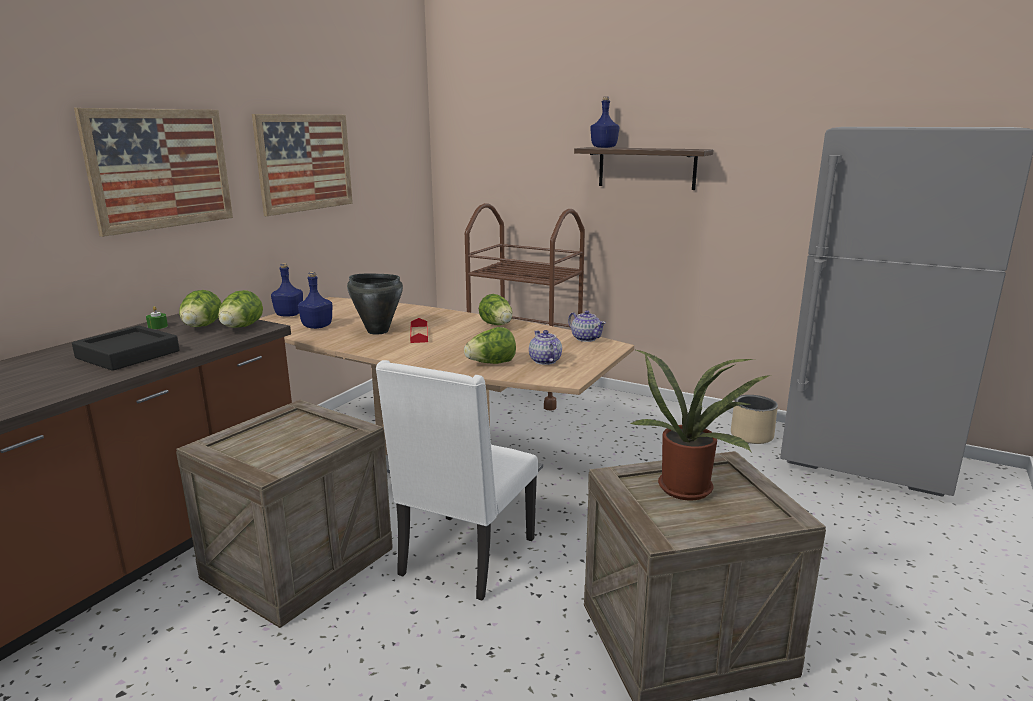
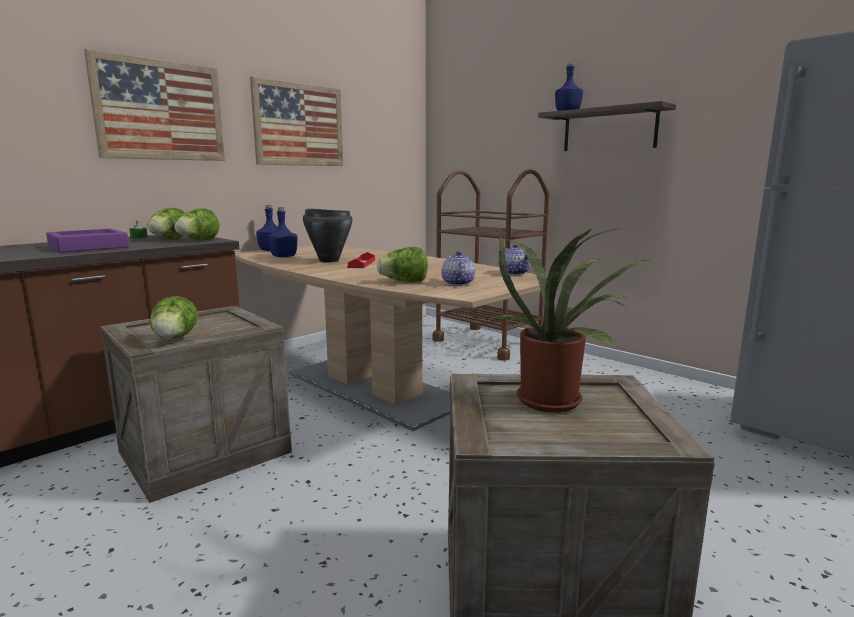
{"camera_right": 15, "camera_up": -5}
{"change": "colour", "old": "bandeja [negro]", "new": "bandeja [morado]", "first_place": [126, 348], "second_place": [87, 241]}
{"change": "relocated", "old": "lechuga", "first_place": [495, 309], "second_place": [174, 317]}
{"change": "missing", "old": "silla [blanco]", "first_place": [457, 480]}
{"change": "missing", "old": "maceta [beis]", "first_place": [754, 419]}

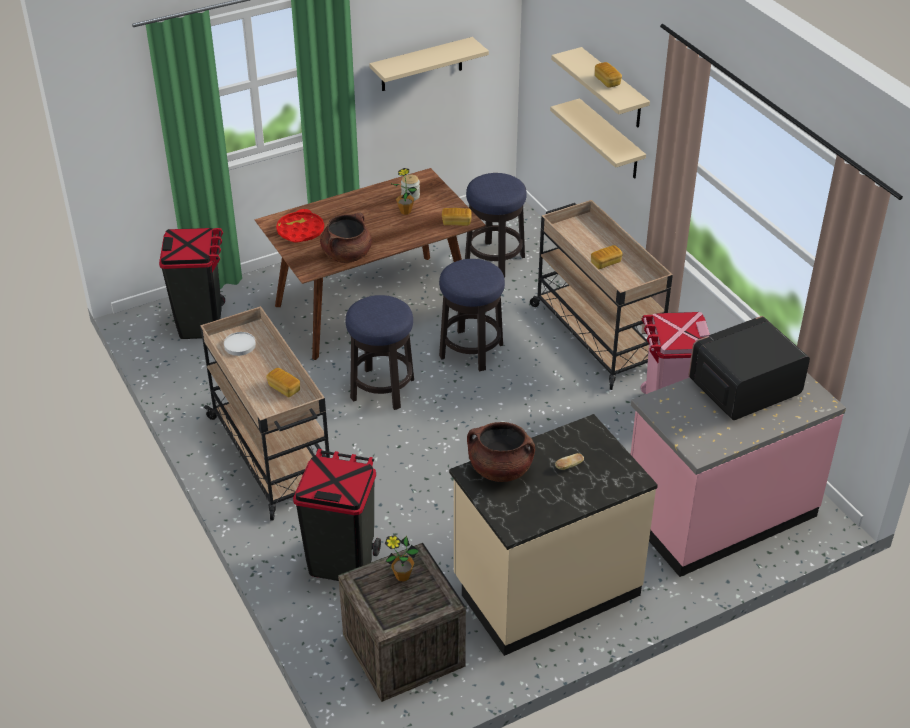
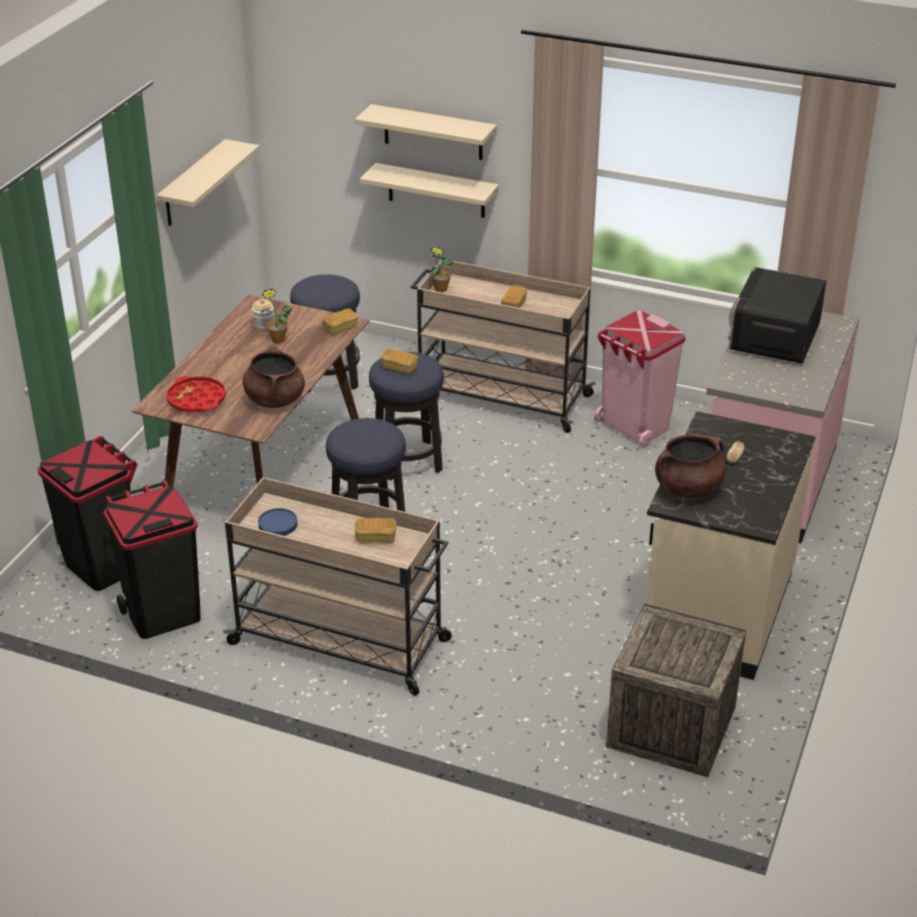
{"camera_right": -40, "camera_up": -5}
{"change": "relocated", "old": "papelera [negro]", "first_place": [337, 515], "second_place": [152, 559]}
{"change": "colour", "old": "plato [blanco]", "new": "plato [azul]", "first_place": [240, 344], "second_place": [277, 522]}
{"change": "relocated", "old": "pan", "first_place": [608, 75], "second_place": [399, 361]}
{"change": "relocated", "old": "planta en maceta", "first_place": [402, 558], "second_place": [442, 270]}

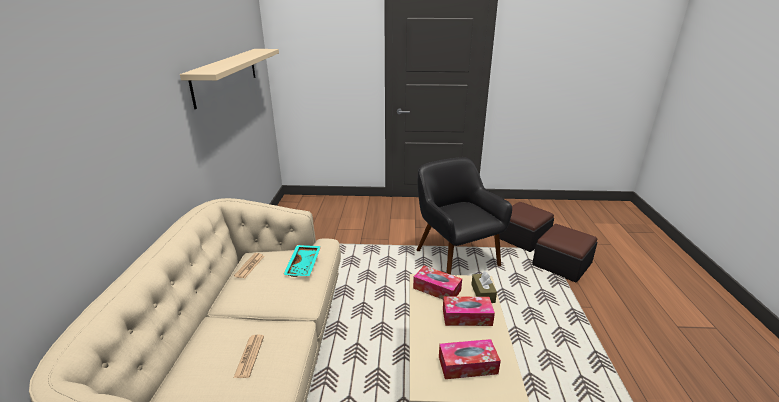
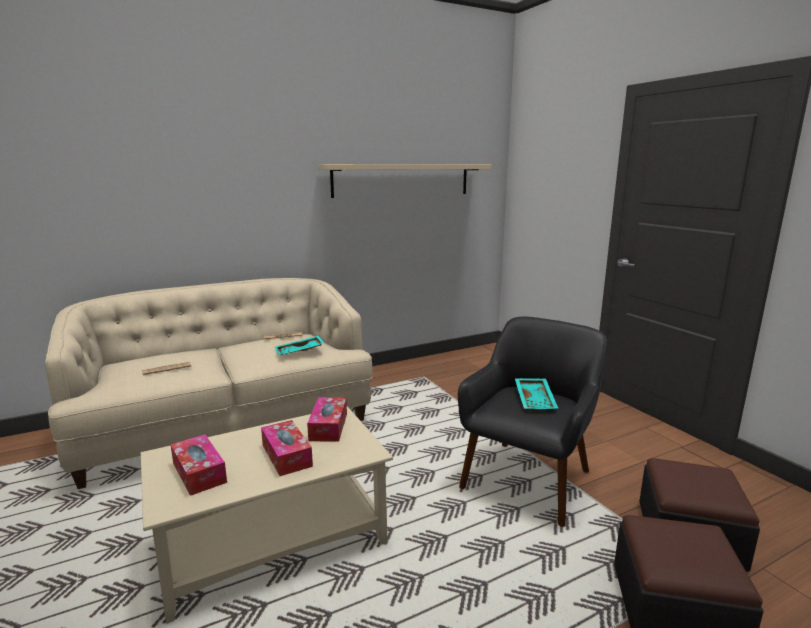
{"camera_right": 60, "camera_up": -10}
{"change": "appeared", "new": "bandeja [turquesa]", "second_place": [536, 395]}
{"change": "missing", "old": "caja de pañuelos [marrón]", "first_place": [484, 287]}

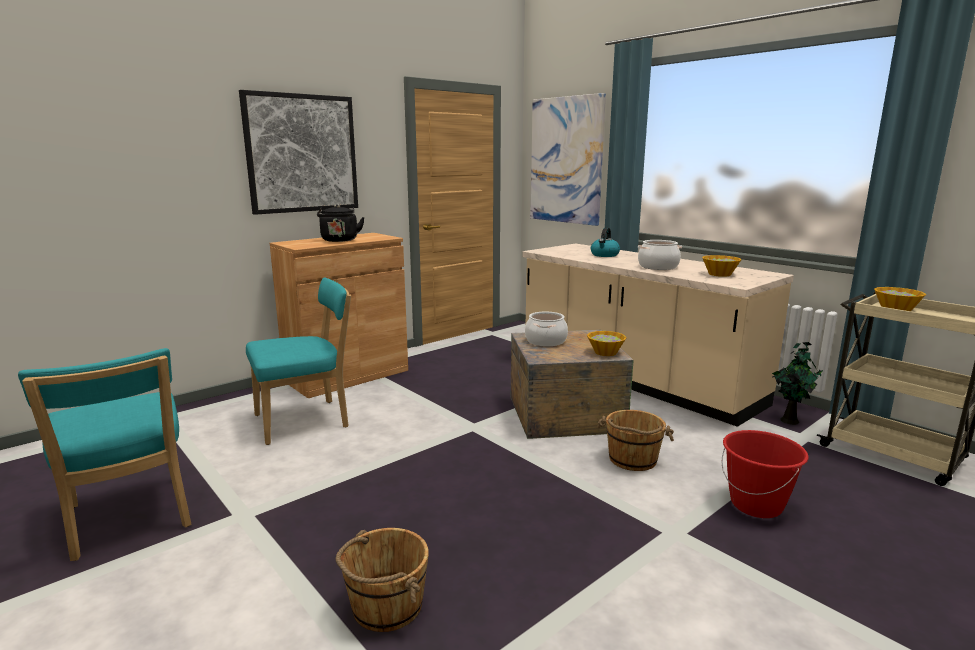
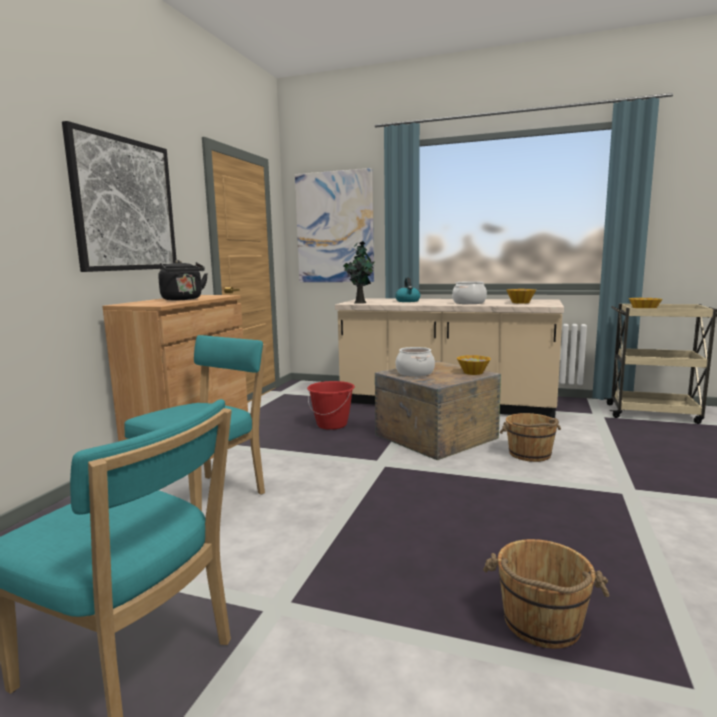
{"camera_right": -30, "camera_up": -5}
{"change": "relocated", "old": "cubo [rojo]", "first_place": [765, 474], "second_place": [331, 405]}
{"change": "relocated", "old": "planta en maceta", "first_place": [797, 383], "second_place": [359, 272]}

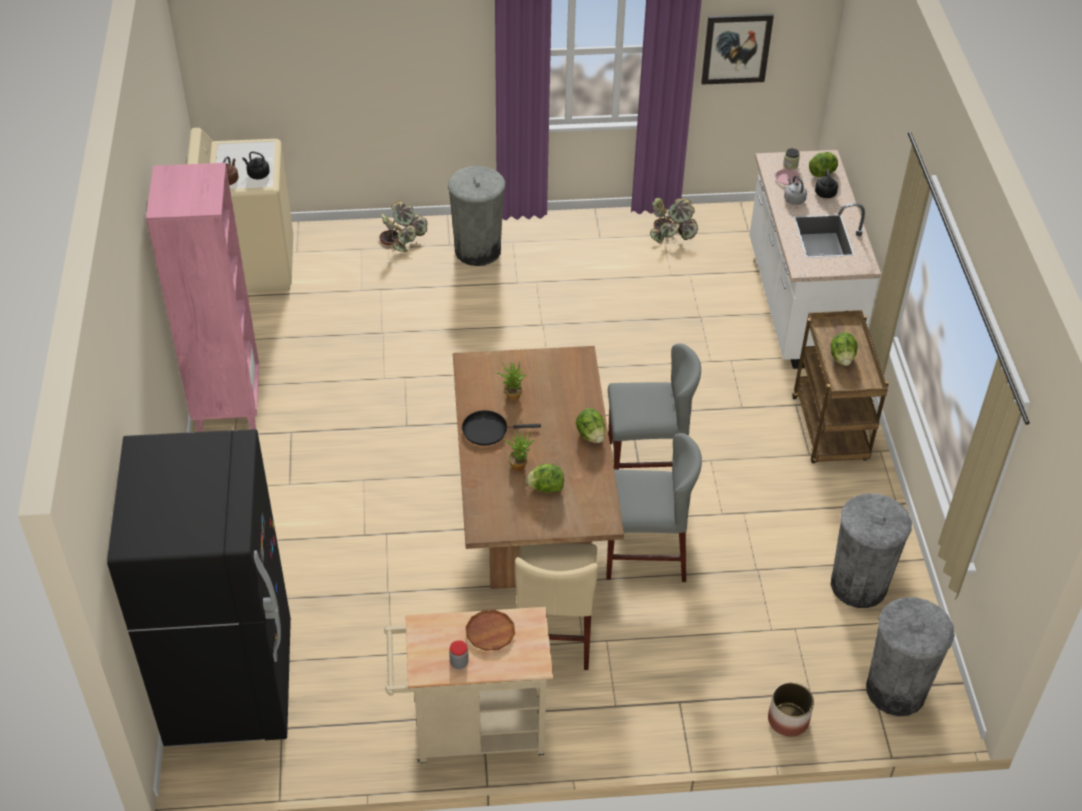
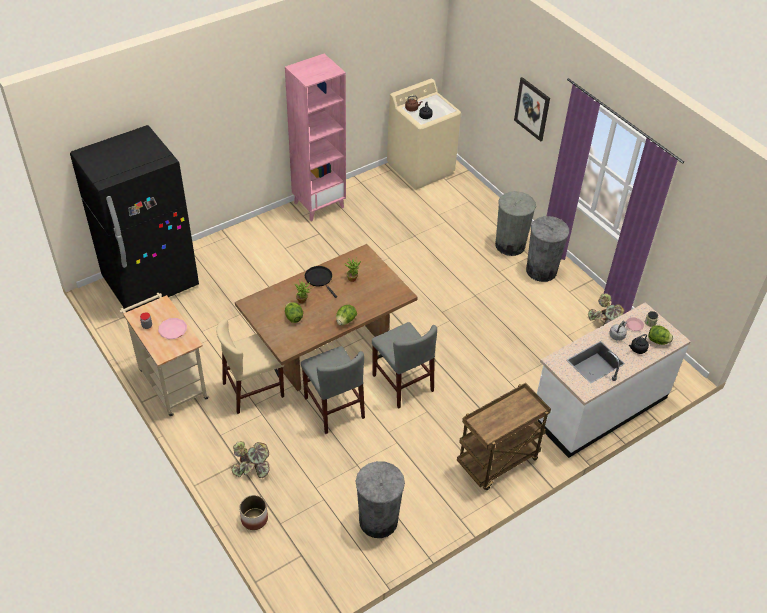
{"camera_right": 60, "camera_up": 0}
{"change": "colour", "old": "plato [marrón]", "new": "plato [rosa]", "first_place": [490, 630], "second_place": [172, 328]}
{"change": "relocated", "old": "planta en maceta", "first_place": [403, 226], "second_place": [251, 459]}
{"change": "relocated", "old": "cuadro", "first_place": [737, 49], "second_place": [532, 109]}
{"change": "relocated", "old": "papelera [gris]", "first_place": [910, 656], "second_place": [547, 249]}
{"change": "missing", "old": "lechuga", "first_place": [844, 349]}

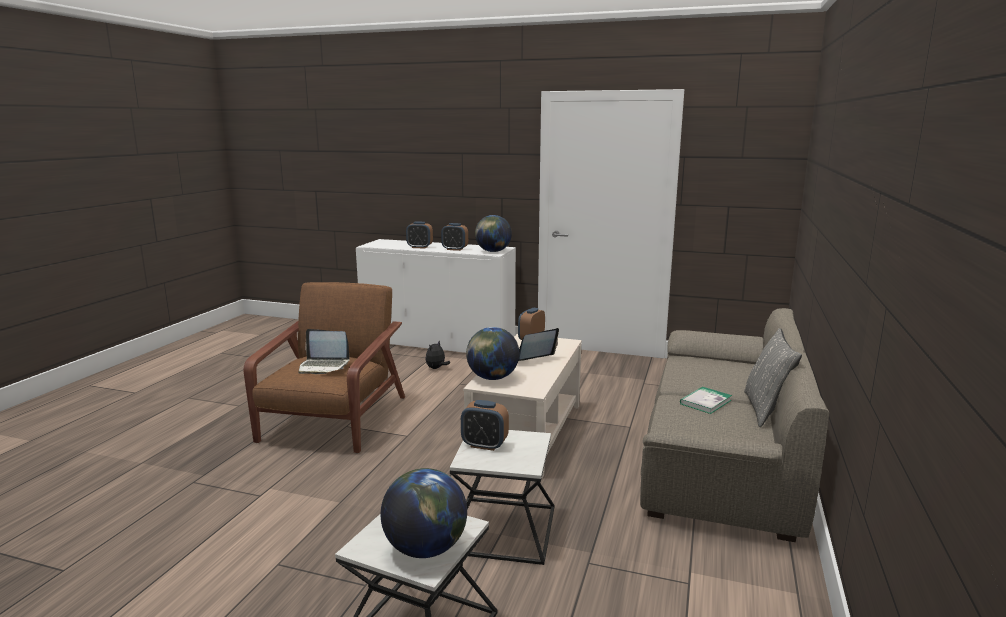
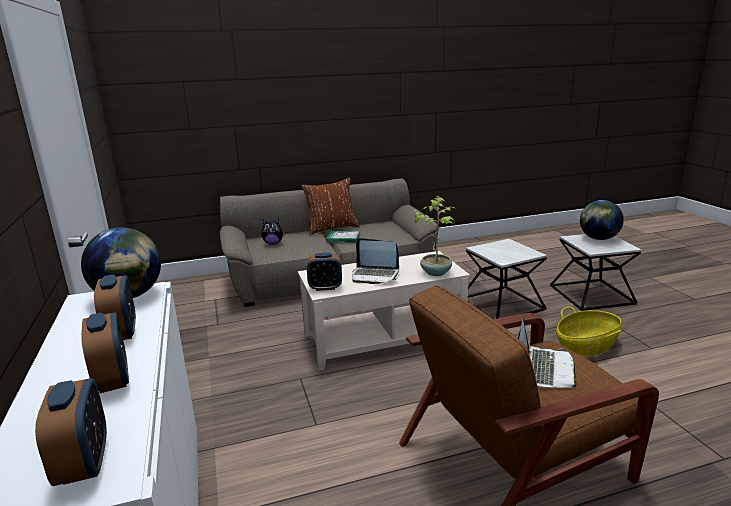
{"camera_right": -125, "camera_up": 5}
{"change": "relocated", "old": "despertador", "first_place": [485, 425], "second_place": [71, 432]}
{"change": "relocated", "old": "peluche", "first_place": [437, 355], "second_place": [273, 232]}
{"change": "colour", "old": "cojín [gris]", "new": "cojín [marrón]", "first_place": [773, 377], "second_place": [330, 206]}
{"change": "exchanged", "old": "globo terráqueo", "new": "planta en maceta", "first_place": [492, 353], "second_place": [433, 236]}
{"change": "spun", "old": "portátil", "first_place": [324, 351], "second_place": [547, 353], "degrees": 45}
{"change": "appeared", "new": "cesta", "second_place": [589, 331]}

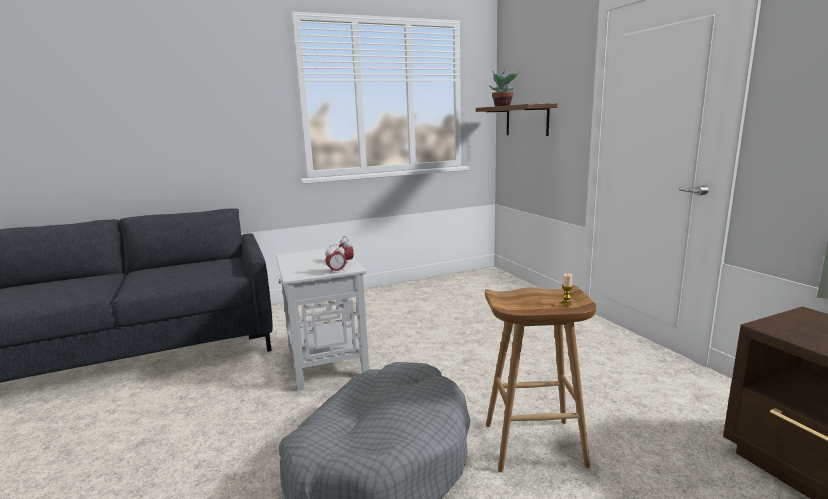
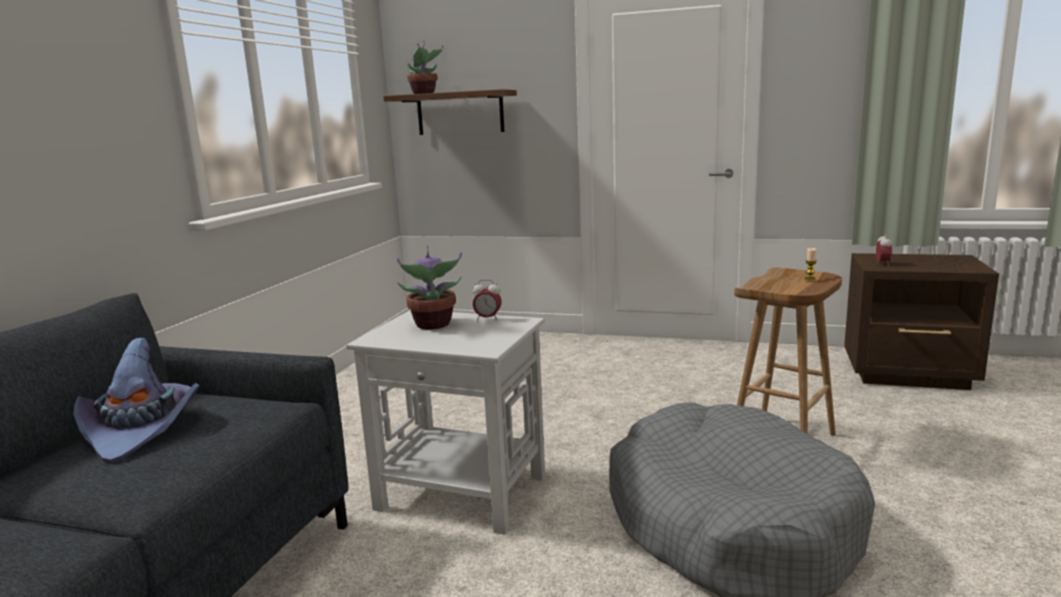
{"camera_right": -50, "camera_up": 0}
{"change": "appeared", "new": "sombrero [morado]", "second_place": [136, 401]}
{"change": "appeared", "new": "planta en maceta", "second_place": [429, 287]}
{"change": "relocated", "old": "despertador", "first_place": [335, 259], "second_place": [884, 249]}

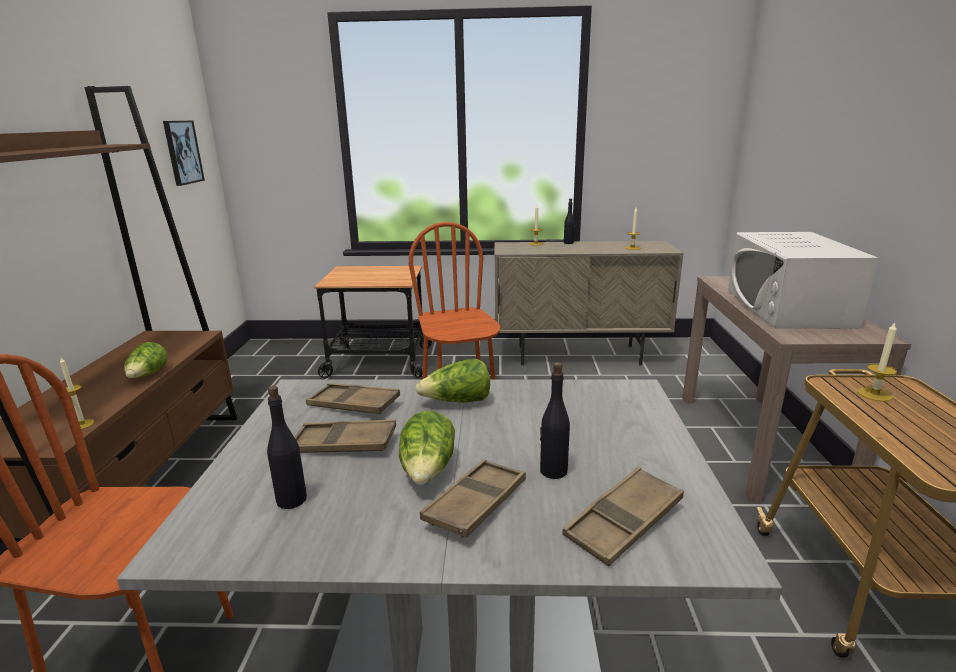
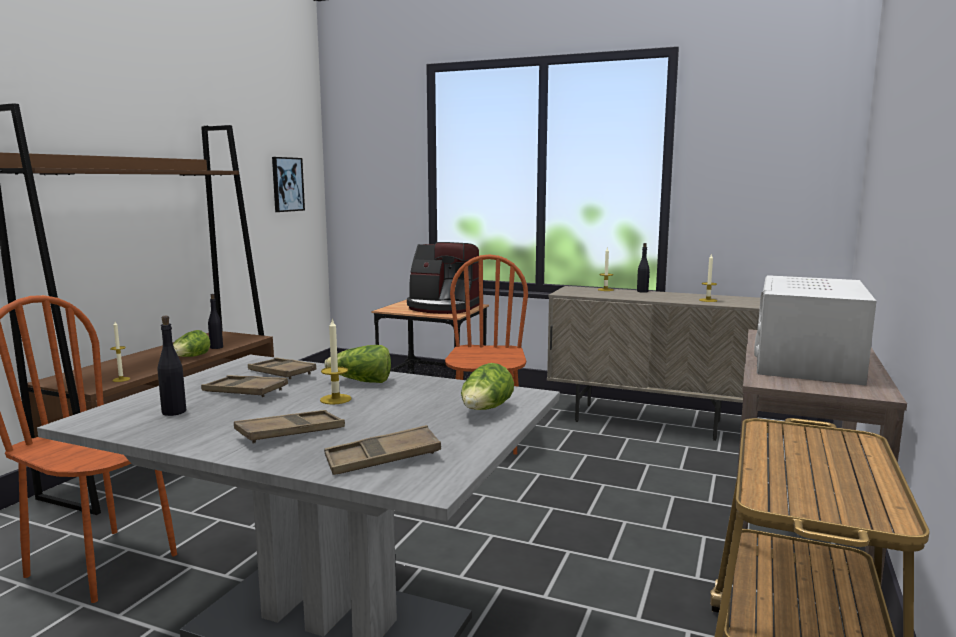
{"camera_right": 20, "camera_up": -10}
{"change": "relocated", "old": "botella [negro]", "first_place": [555, 420], "second_place": [215, 321]}
{"change": "relocated", "old": "vela", "first_place": [877, 362], "second_place": [335, 361]}
{"change": "appeared", "new": "cafetera", "second_place": [443, 278]}
{"change": "relocated", "old": "lechuga", "first_place": [427, 448], "second_place": [487, 386]}

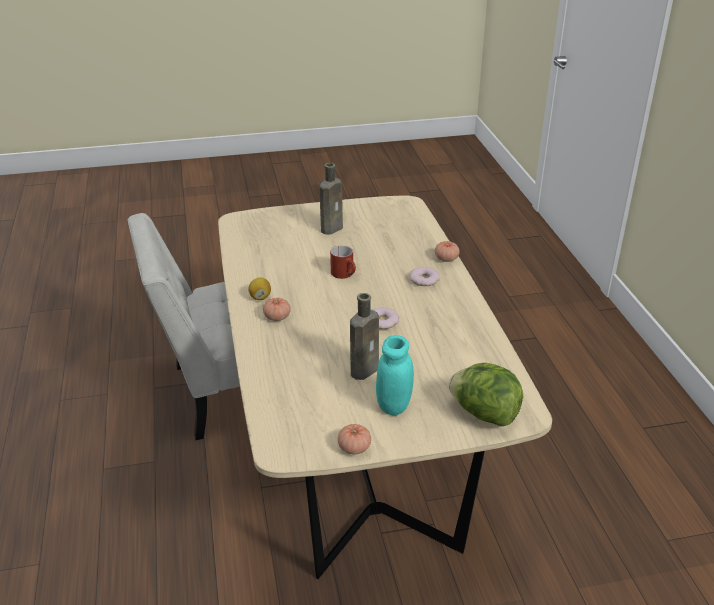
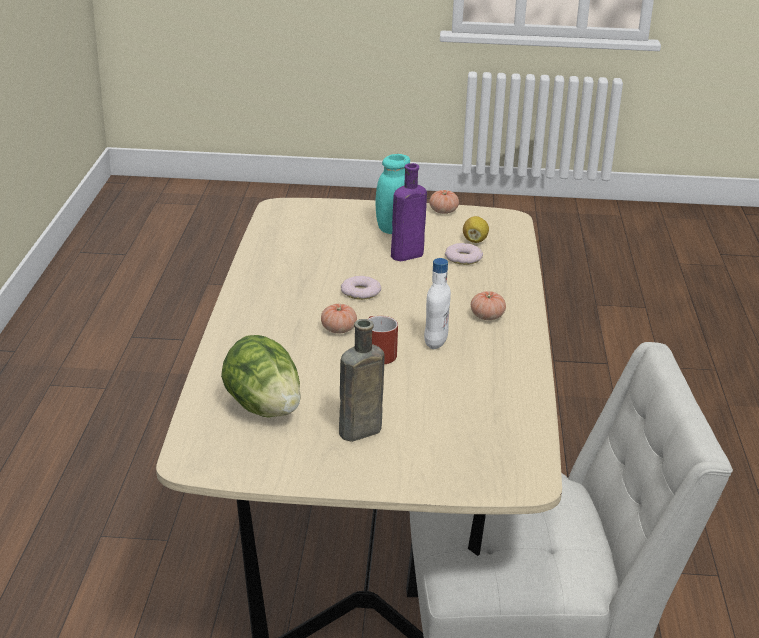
{"camera_right": -165, "camera_up": -5}
{"change": "relocated", "old": "lechuga", "first_place": [486, 394], "second_place": [261, 376]}
{"change": "relocated", "old": "tomate", "first_place": [447, 251], "second_place": [339, 318]}
{"change": "colour", "old": "botella [marrón]", "new": "botella [morado]", "first_place": [364, 336], "second_place": [409, 212]}
{"change": "appeared", "new": "botella [blanco]", "second_place": [437, 303]}
{"change": "relocated", "old": "rosquilla", "first_place": [424, 276], "second_place": [464, 254]}
{"change": "relocated", "old": "limón", "first_place": [259, 289], "second_place": [476, 229]}

